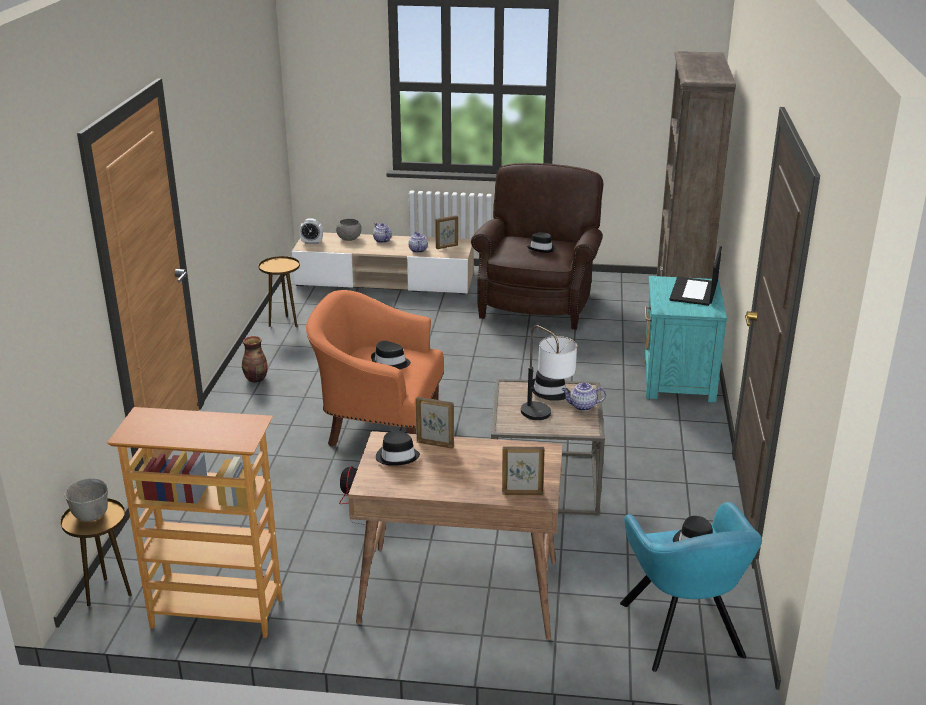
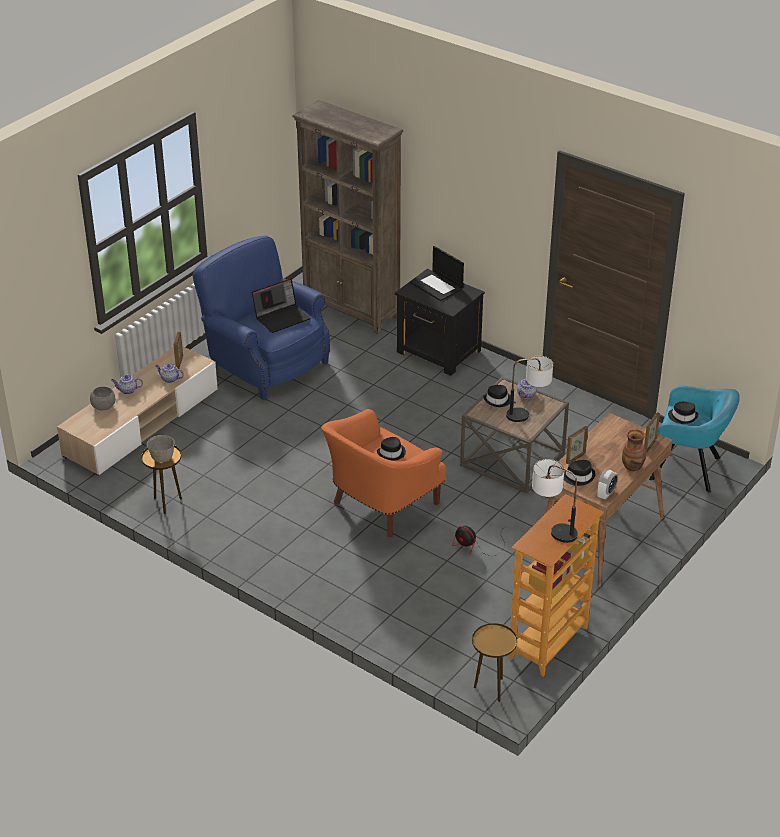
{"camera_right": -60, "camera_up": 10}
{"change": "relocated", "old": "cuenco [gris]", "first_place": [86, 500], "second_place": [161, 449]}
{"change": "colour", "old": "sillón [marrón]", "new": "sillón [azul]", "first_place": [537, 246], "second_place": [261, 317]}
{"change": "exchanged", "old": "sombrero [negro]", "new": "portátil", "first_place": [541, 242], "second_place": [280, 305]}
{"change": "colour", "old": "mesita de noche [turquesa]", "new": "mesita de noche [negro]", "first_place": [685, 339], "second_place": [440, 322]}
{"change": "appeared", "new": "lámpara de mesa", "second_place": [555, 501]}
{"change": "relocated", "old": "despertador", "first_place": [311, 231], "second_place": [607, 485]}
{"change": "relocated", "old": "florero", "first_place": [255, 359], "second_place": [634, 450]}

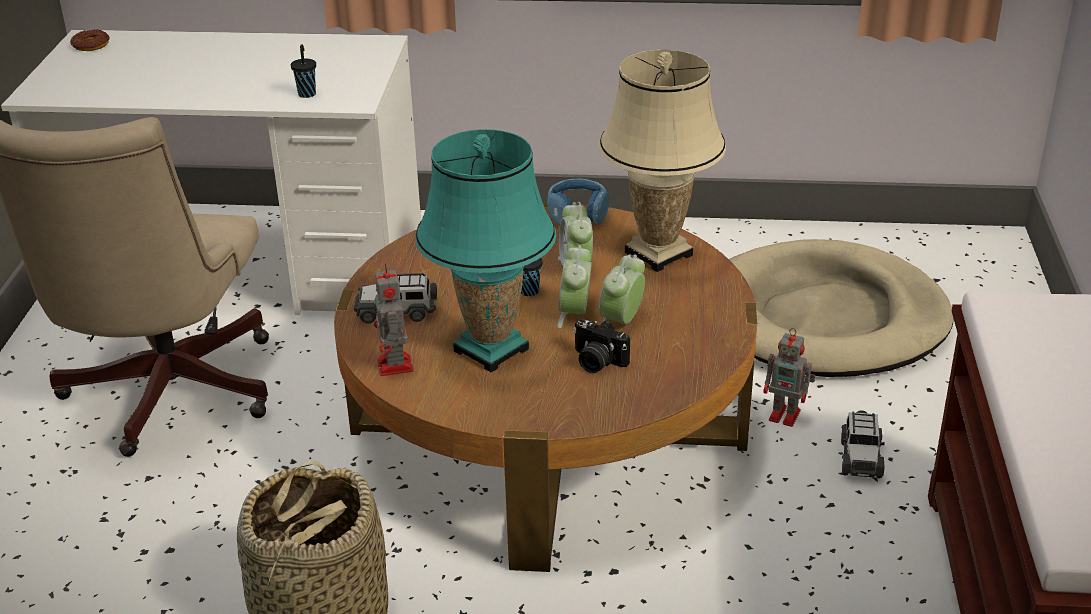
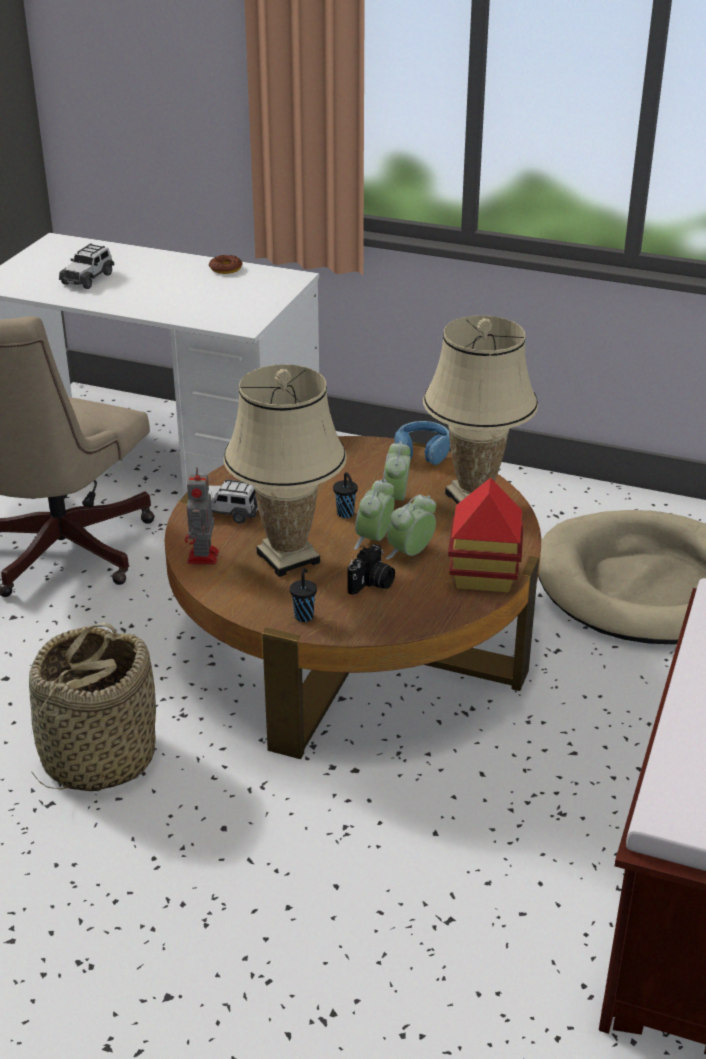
{"camera_right": 15, "camera_up": 0}
{"change": "relocated", "old": "coche de juguete", "first_place": [863, 444], "second_place": [86, 266]}
{"change": "relocated", "old": "rosquilla", "first_place": [90, 40], "second_place": [225, 264]}
{"change": "colour", "old": "lámpara de mesa [turquesa]", "new": "lámpara de mesa [beis]", "first_place": [485, 250], "second_place": [285, 470]}
{"change": "relocated", "old": "taza [negro]", "first_place": [303, 71], "second_place": [303, 595]}
{"change": "spun", "old": "cámara", "first_place": [601, 346], "second_place": [371, 569], "degrees": -105}
{"change": "appeared", "new": "casita", "second_place": [486, 535]}
{"change": "missing", "old": "robot de juguete", "first_place": [789, 377]}

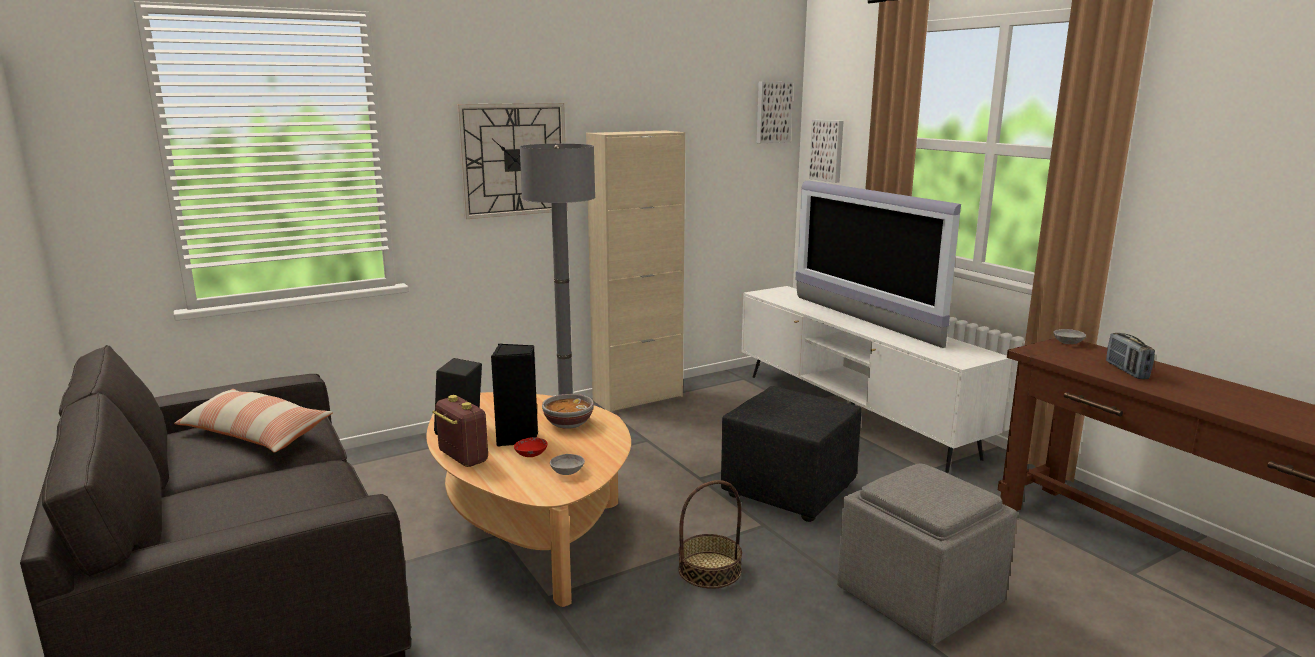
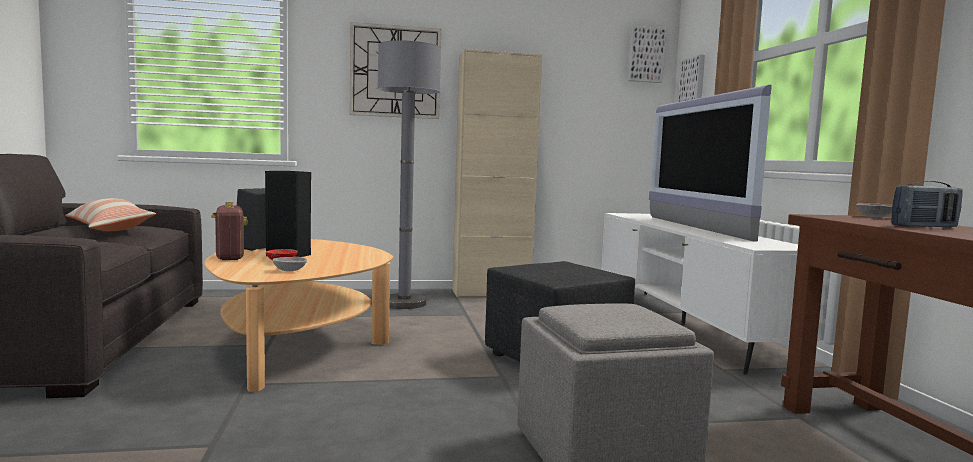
{"camera_right": 20, "camera_up": -10}
{"change": "spun", "old": "radio", "first_place": [1130, 356], "second_place": [927, 204], "degrees": -120}
{"change": "missing", "old": "cuenco", "first_place": [568, 411]}
{"change": "missing", "old": "cesta", "first_place": [710, 534]}

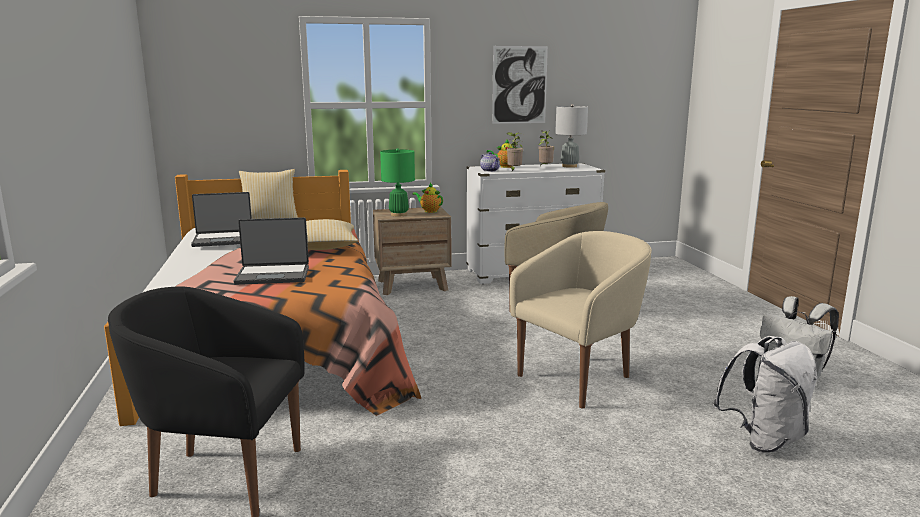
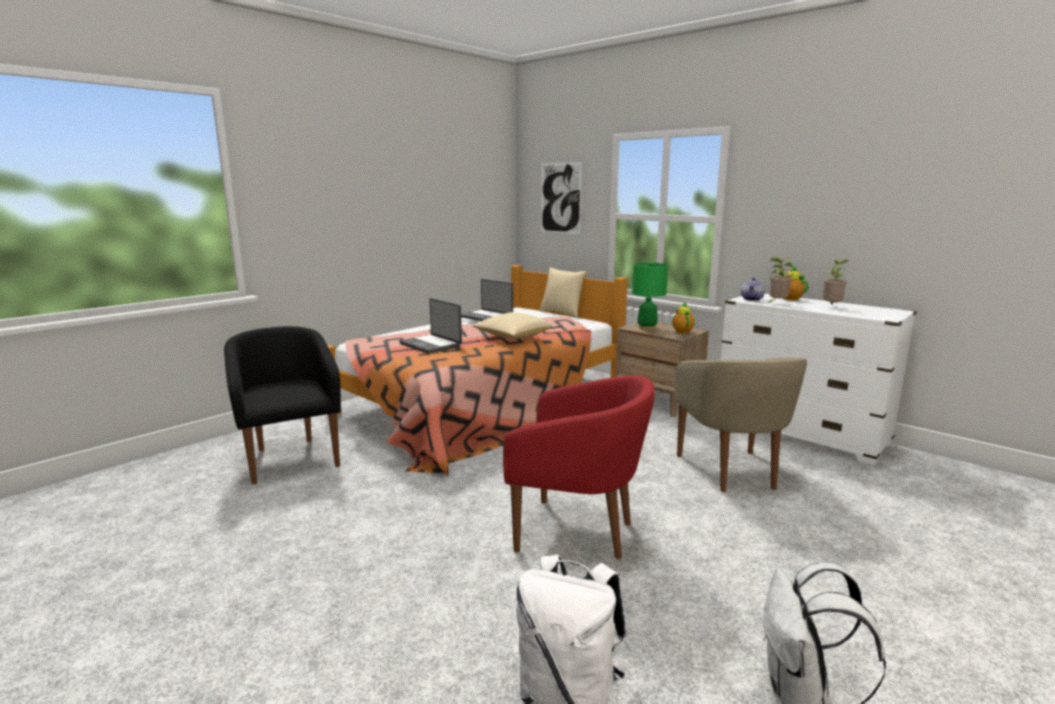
{"camera_right": 55, "camera_up": 0}
{"change": "colour", "old": "sillón [beis]", "new": "sillón [rojo]", "first_place": [581, 320], "second_place": [579, 467]}
{"change": "relocated", "old": "cuadro", "first_place": [520, 85], "second_place": [561, 198]}
{"change": "missing", "old": "lámpara de mesa [gris]", "first_place": [571, 136]}

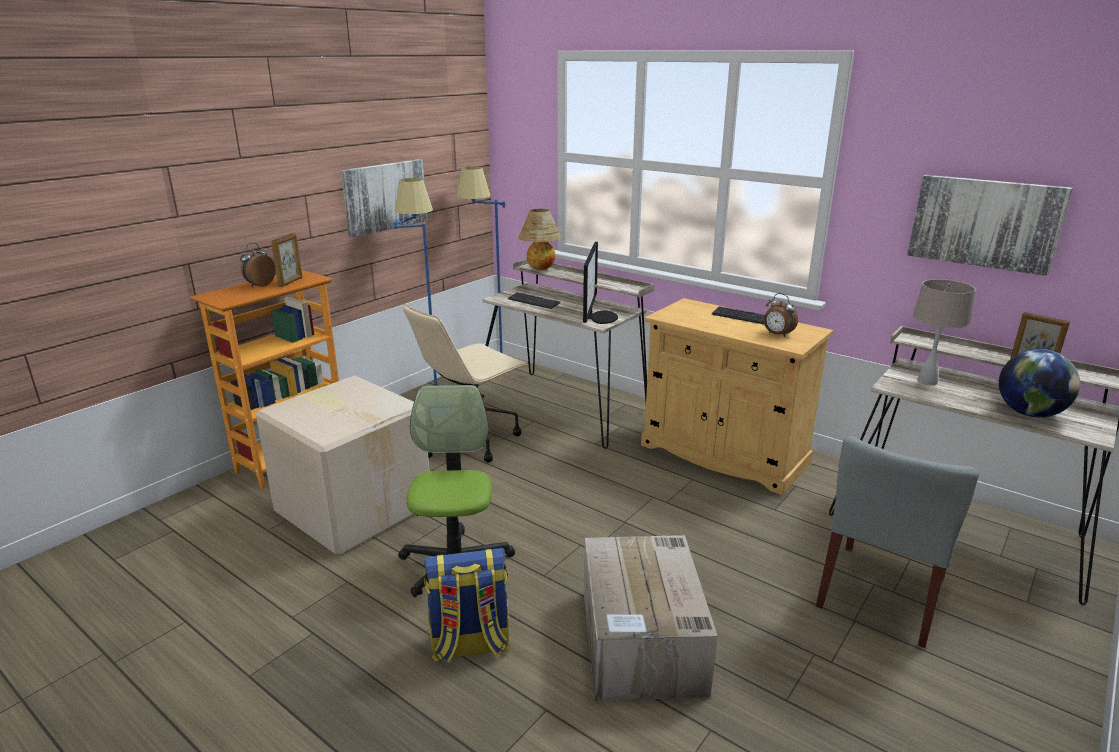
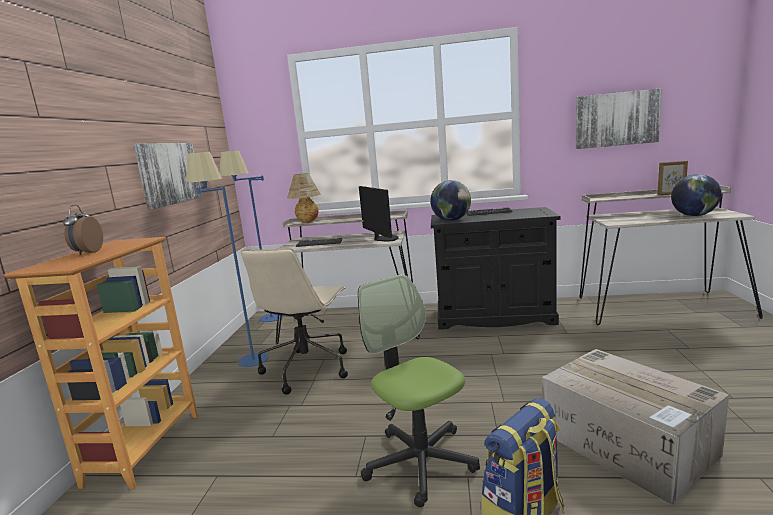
{"camera_right": -30, "camera_up": -10}
{"change": "appeared", "new": "globo terráqueo", "second_place": [450, 200]}
{"change": "colour", "old": "armario [beis]", "new": "armario [negro]", "first_place": [737, 396], "second_place": [496, 268]}
{"change": "missing", "old": "caja de cartón", "first_place": [342, 465]}
{"change": "missing", "old": "portarretratos", "first_place": [287, 260]}
{"change": "missing", "old": "despertador", "first_place": [781, 315]}
{"change": "missing", "old": "silla [gris]", "first_place": [897, 542]}
{"change": "missing", "old": "lámpara de mesa [beis]", "first_place": [944, 332]}

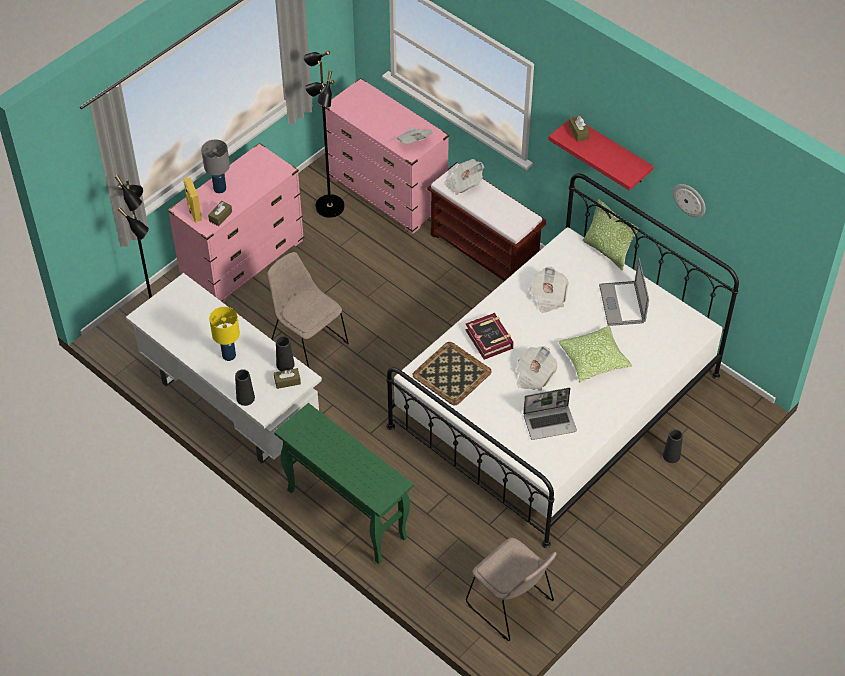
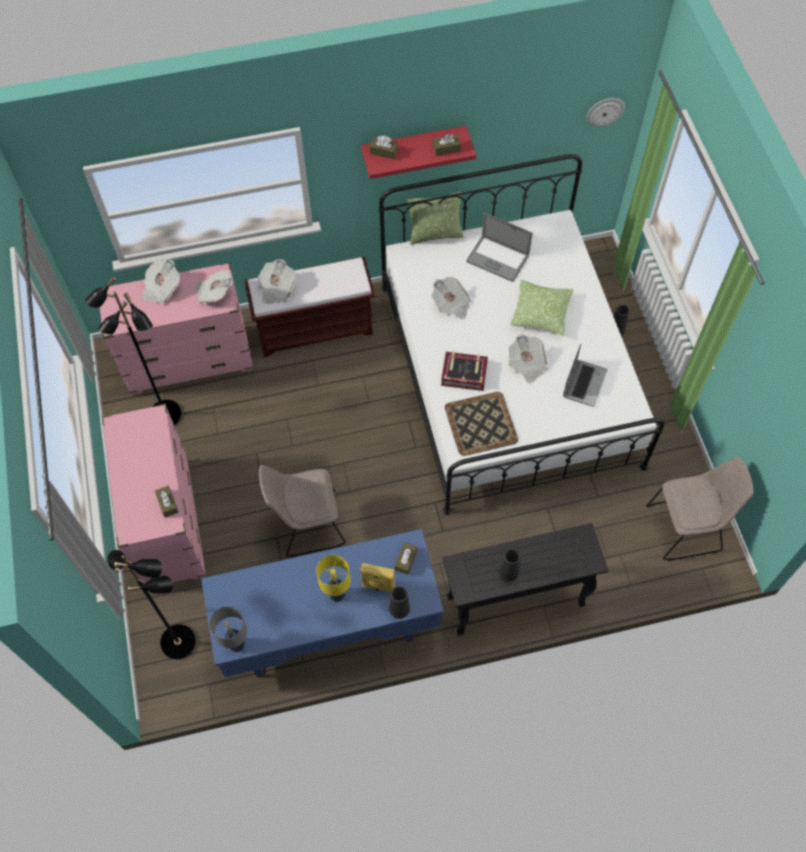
{"camera_right": -55, "camera_up": 10}
{"change": "appeared", "new": "periódico", "second_place": [161, 281]}
{"change": "colour", "old": "escritorio [blanco]", "new": "escritorio [azul]", "first_place": [224, 368], "second_place": [322, 603]}
{"change": "relocated", "old": "lámpara de mesa [gris]", "first_place": [215, 166], "second_place": [228, 629]}
{"change": "relocated", "old": "altavoz [amarillo]", "first_place": [192, 200], "second_place": [377, 578]}
{"change": "appeared", "new": "caja de pañuelos [marrón]", "second_place": [447, 145]}
{"change": "colour", "old": "mesa consola [verde]", "new": "mesa consola [negro]", "first_place": [344, 483], "second_place": [525, 579]}
{"change": "relocated", "old": "florero [negro]", "first_place": [285, 353], "second_place": [510, 565]}
{"change": "relocated", "old": "reloj de pared", "first_place": [689, 201], "second_place": [605, 112]}

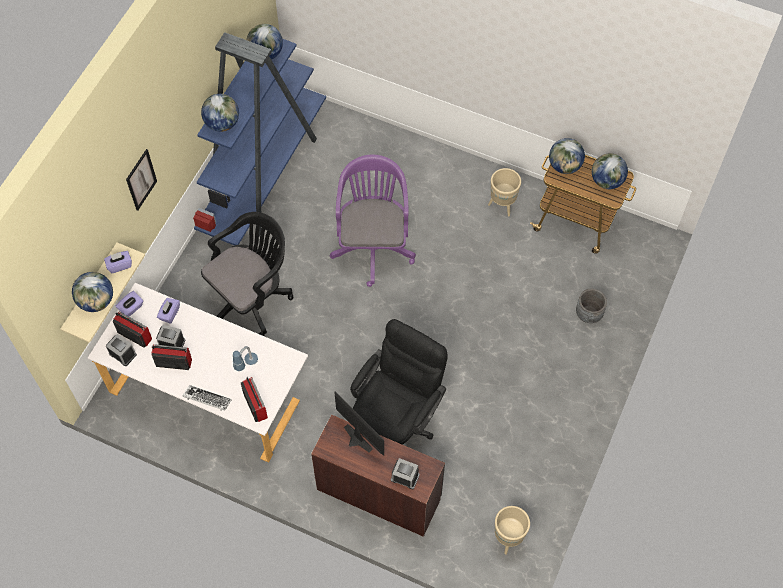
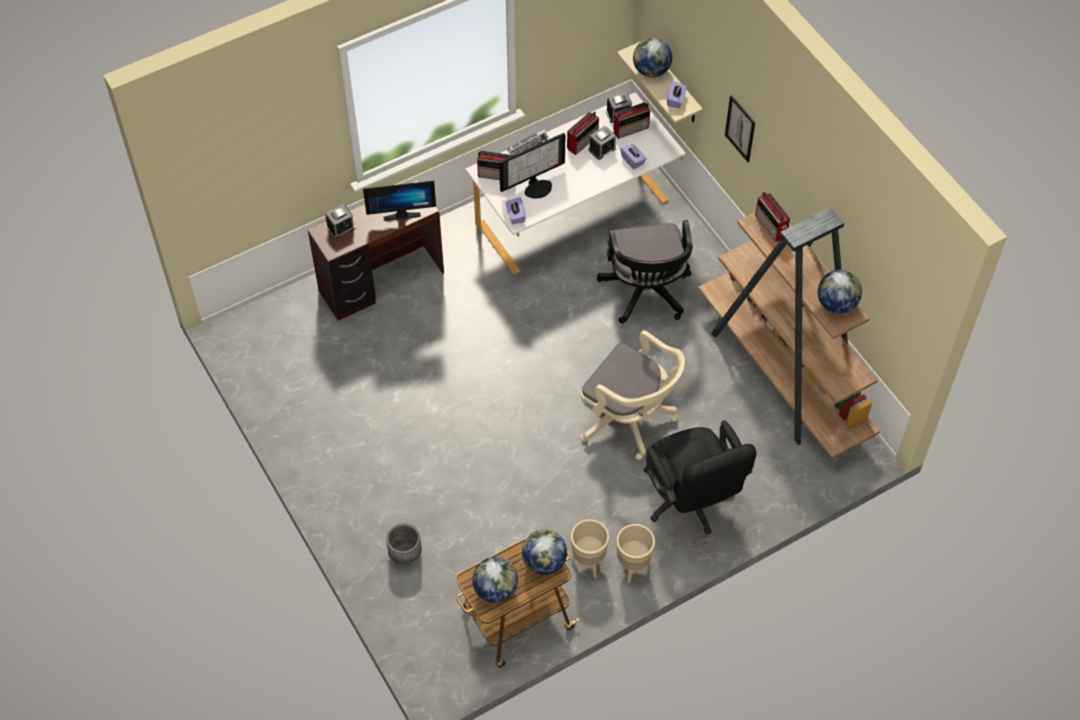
{"camera_right": 125, "camera_up": -5}
{"change": "exchanged", "old": "lámpara de mesa", "new": "monitor", "first_place": [245, 358], "second_place": [532, 166]}
{"change": "relocated", "old": "caja de pañuelos [morado]", "first_place": [129, 304], "second_place": [516, 210]}
{"change": "colour", "old": "silla de oficina [morado]", "new": "silla de oficina [beis]", "first_place": [373, 220], "second_place": [632, 395]}
{"change": "relocated", "old": "maceta [beis]", "first_place": [512, 530], "second_place": [635, 553]}
{"change": "relocated", "old": "silla de oficina [negro]", "first_place": [399, 382], "second_place": [699, 477]}
{"change": "colour", "old": "estantería [azul]", "new": "estantería [marrón]", "first_place": [259, 139], "second_place": [789, 332]}
{"change": "exchanged", "old": "globo terráqueo", "new": "radio", "first_place": [220, 113], "second_place": [772, 217]}

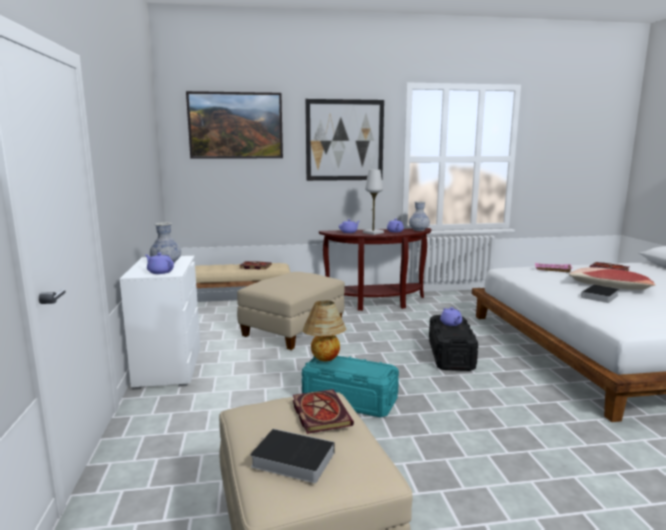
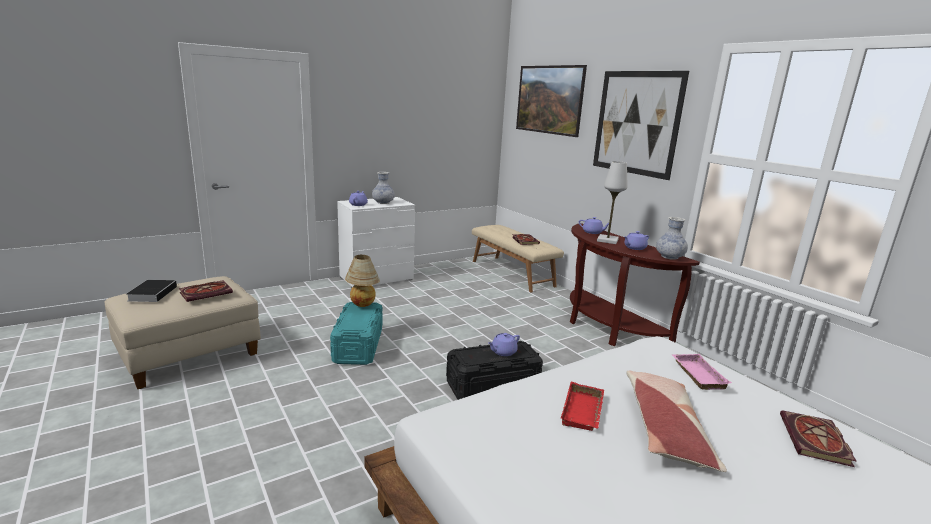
{"camera_right": 65, "camera_up": 5}
{"change": "exchanged", "old": "libro", "new": "bandeja [rojo]", "first_place": [600, 294], "second_place": [582, 406]}
{"change": "missing", "old": "puf [beis]", "first_place": [291, 311]}

